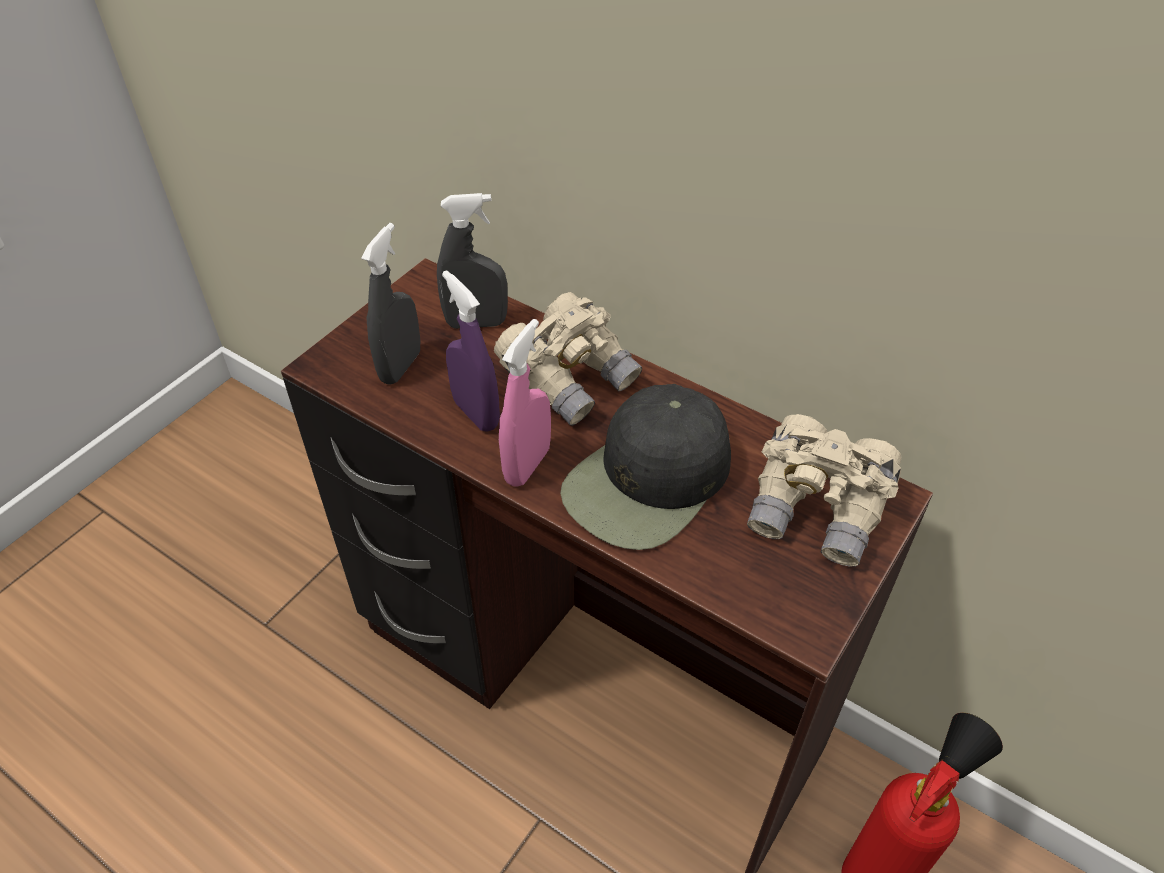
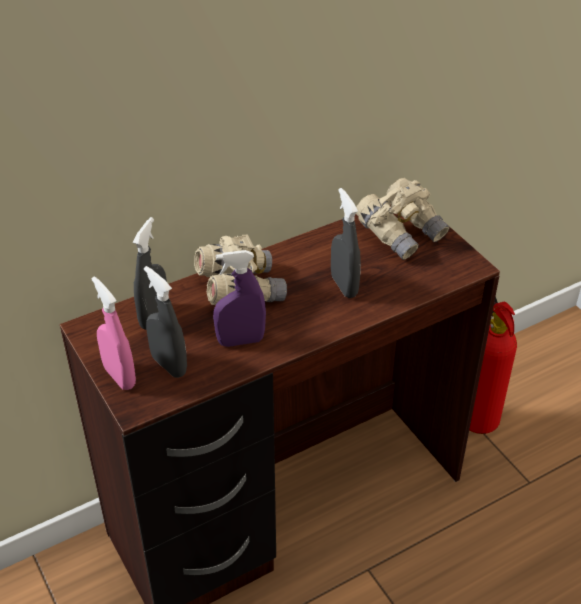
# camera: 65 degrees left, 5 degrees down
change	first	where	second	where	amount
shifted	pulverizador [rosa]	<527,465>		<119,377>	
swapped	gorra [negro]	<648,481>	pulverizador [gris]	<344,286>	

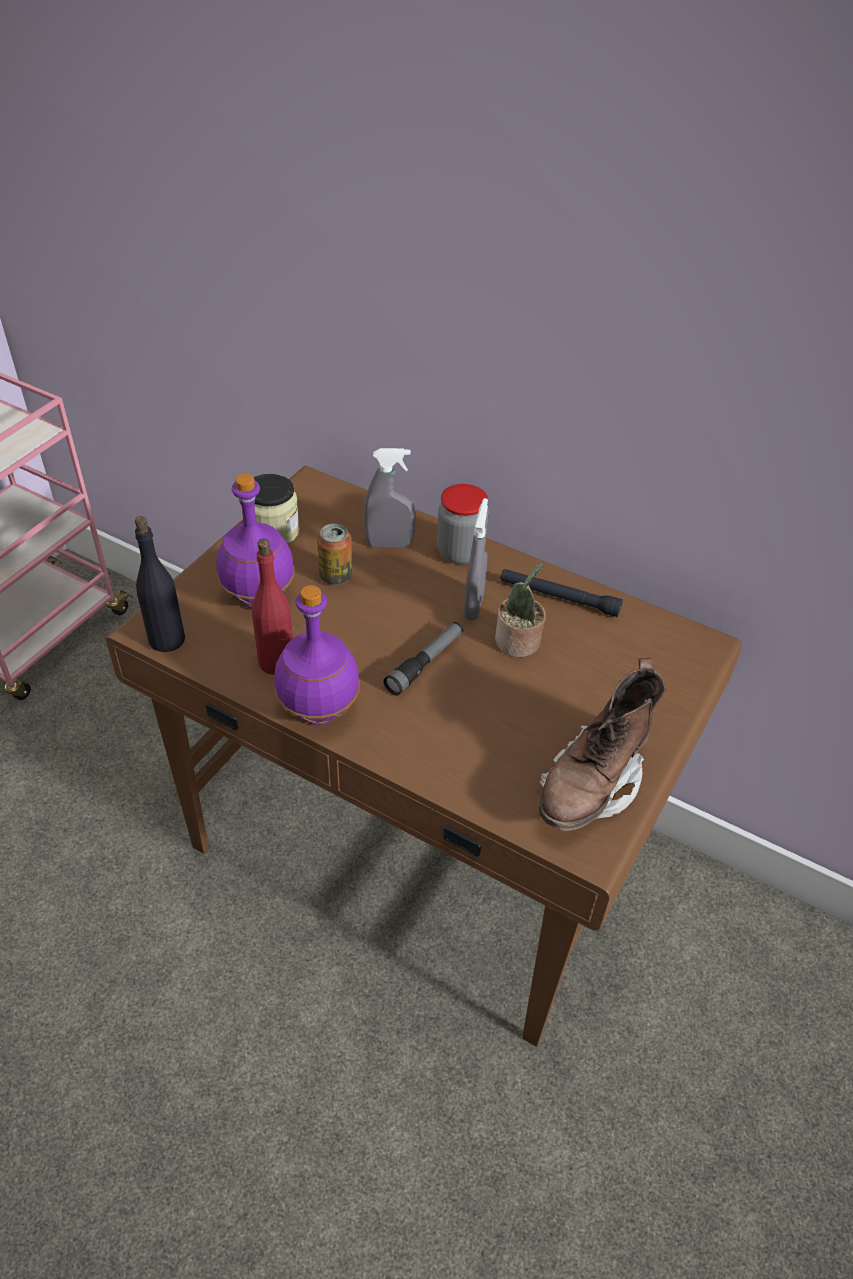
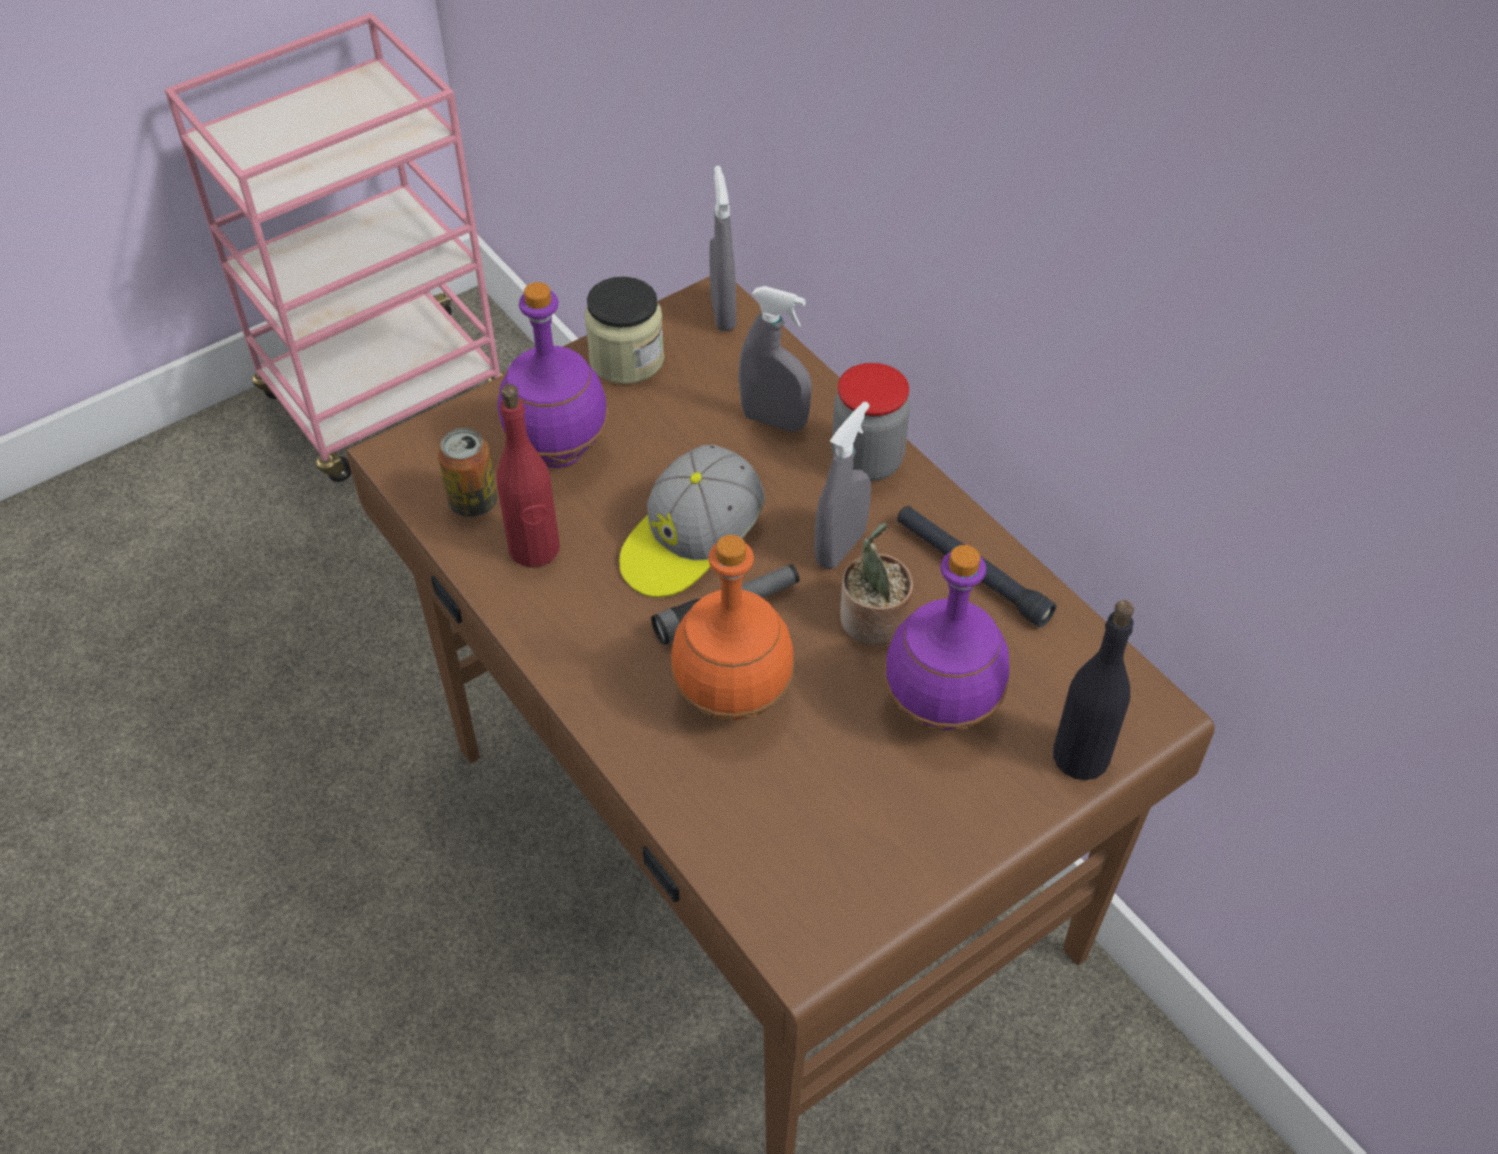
# camera: 25 degrees right, 5 degrees up
change	first	where	second	where	amount
shifted	botella [negro]	<166,639>		<1080,756>	
shifted	botella [morado]	<317,711>		<938,708>	
shifted	lata	<336,576>		<473,502>	
gone	bota [marrón]	<592,784>			
new			gorra	<691,542>	
new			botella [naranja]	<733,700>	
new			pulverizador [gris]	<723,313>	

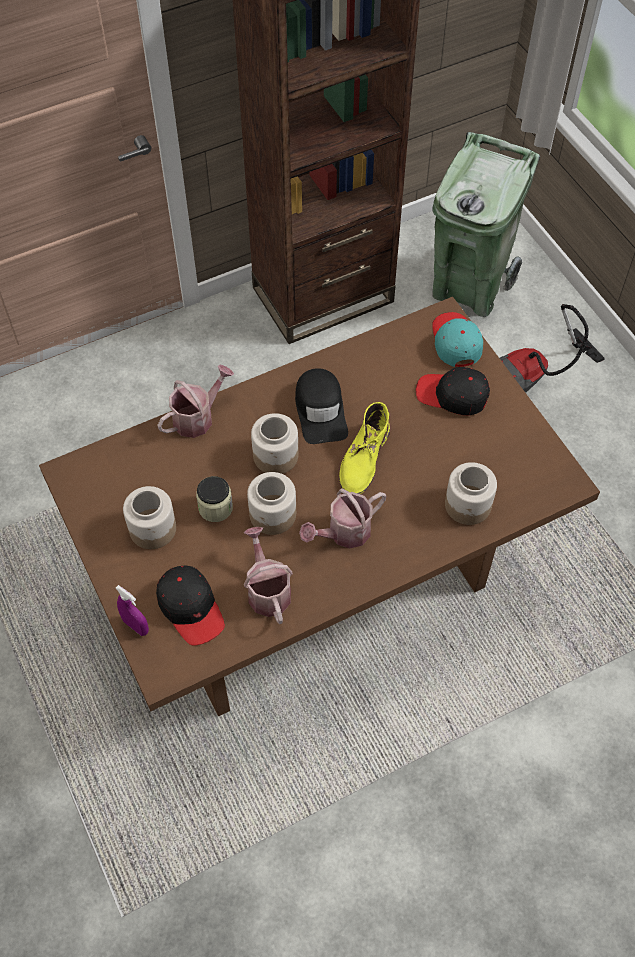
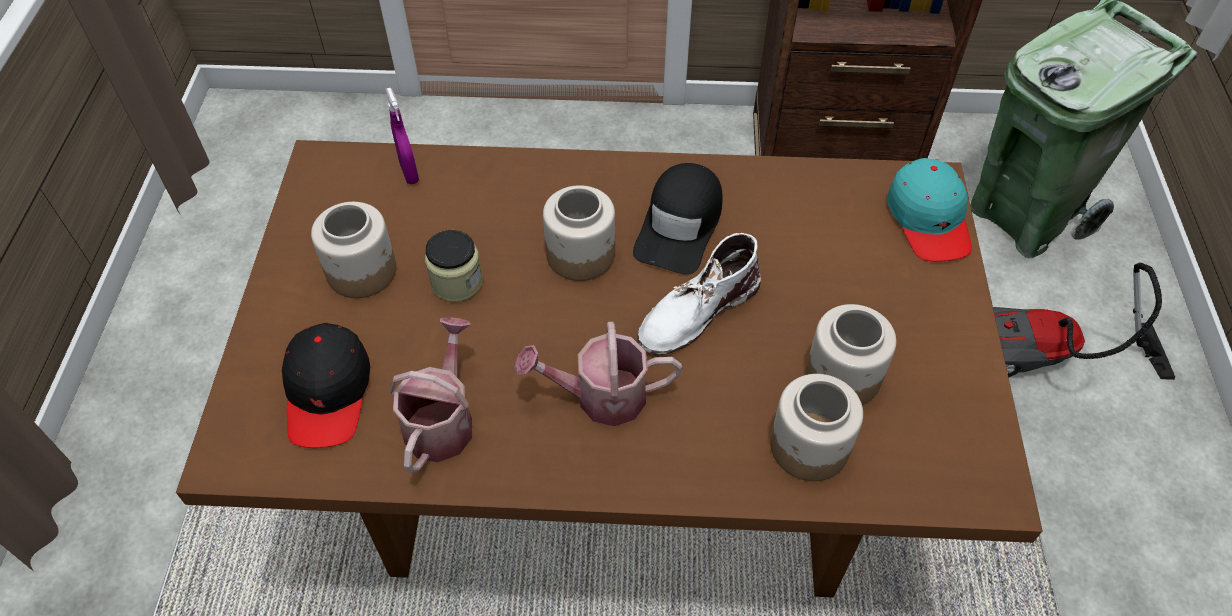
# camera: 30 degrees right, 5 degrees down
change	first	where	second	where	amount
shifted	pulverizador [morado]	<136,626>		<409,172>	
gone	regadera	<197,417>			
shifted	tarro	<273,515>		<842,376>	
repainted	bota [amarillo]	<364,458>	bota [blanco]	<697,312>	
gone	gorra [negro]	<452,395>			
rotated	gorra [turquesa]	<455,342>		<929,220>	150 degrees clockwise

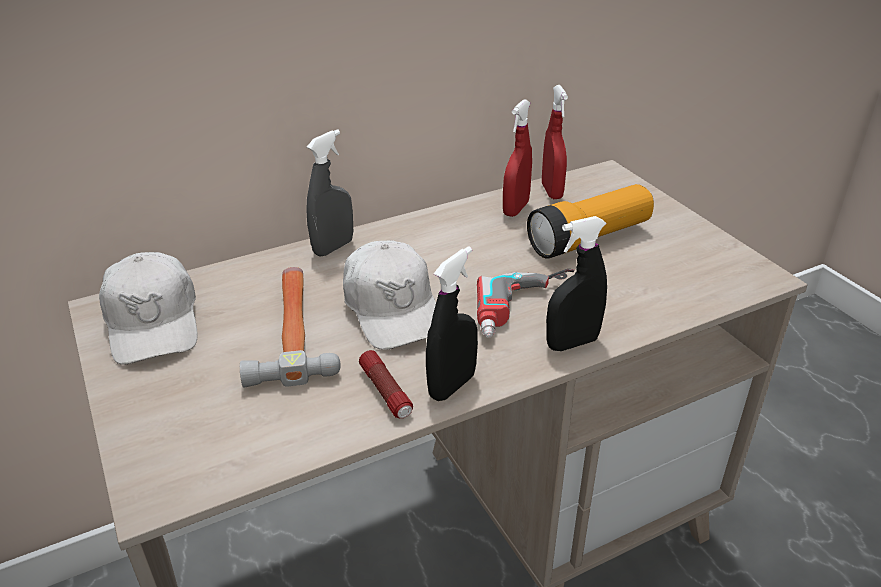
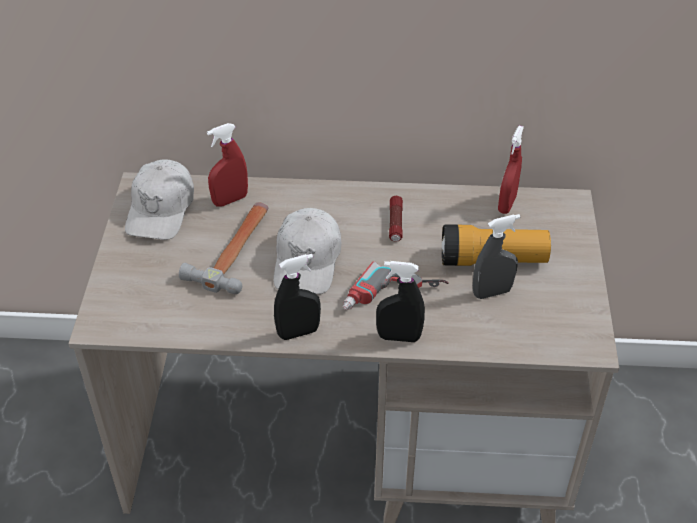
# camera: 30 degrees right, 10 degrees up
change	first	where	second	where	amount
shifted	pulverizador [gris]	<333,247>		<492,292>	
shifted	linterna	<386,392>		<395,223>	
shifted	pulverizador [rojo]	<516,209>		<230,200>	

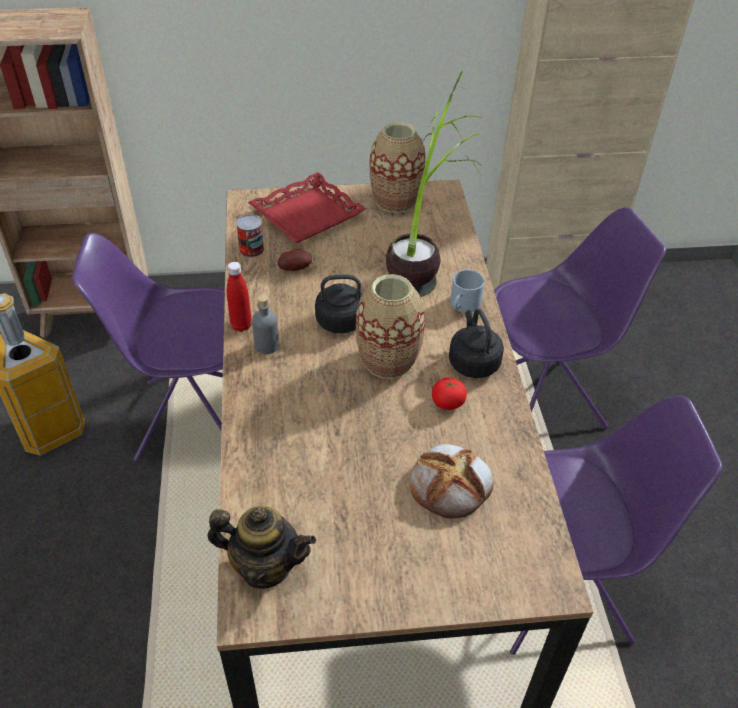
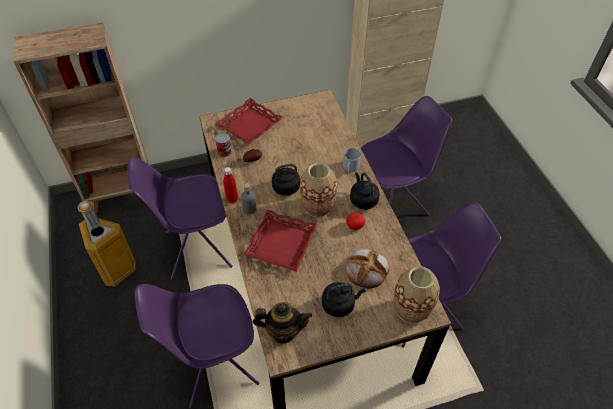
# camera: 10 degrees left, 5 degrees up
change	first	where	second	where	amount
shifted	florero	<395,201>		<411,309>	
gone	planta en maceta	<424,262>			
new			silla [morado]	<214,365>	
new			bandeja [rojo]	<281,243>	
new			hervidor [negro]	<340,304>	

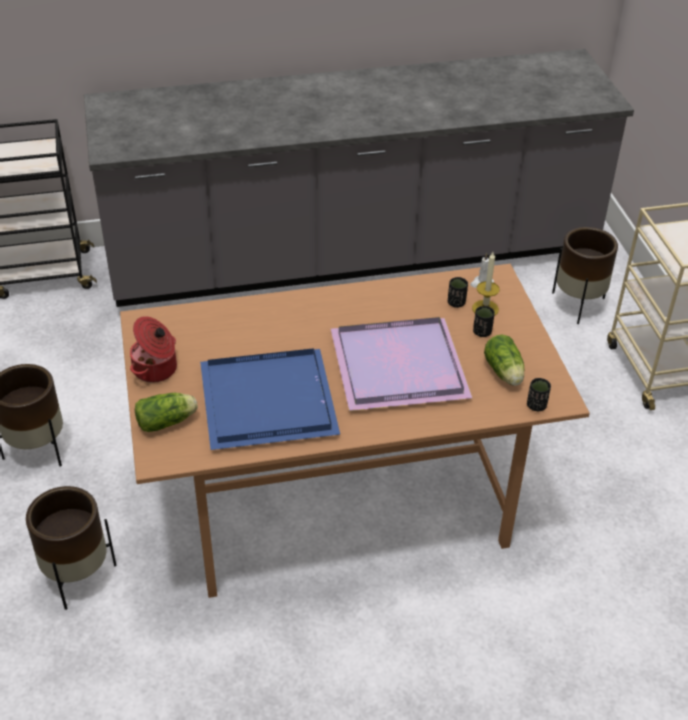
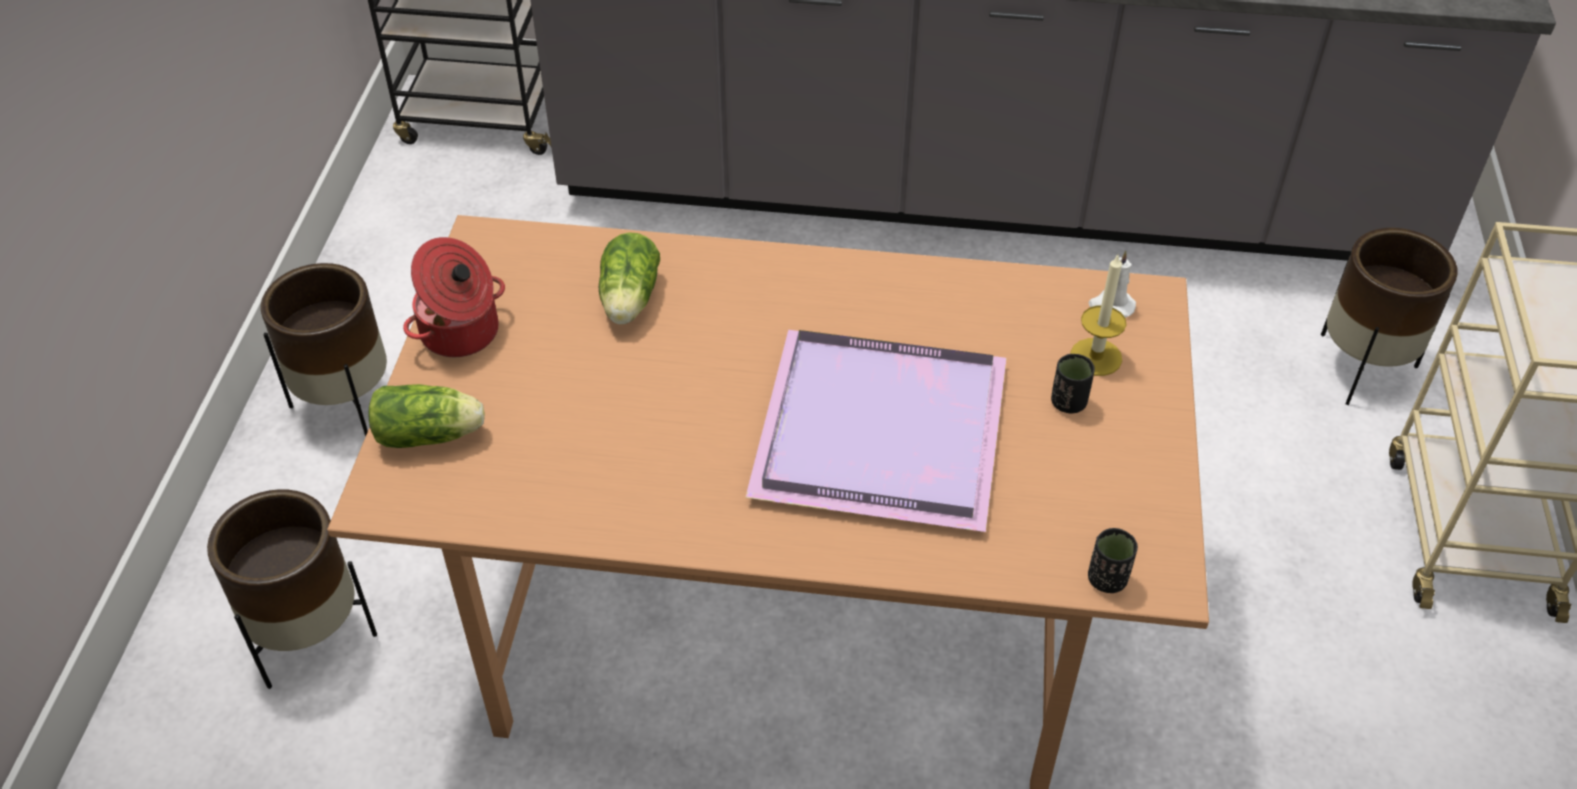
# camera: 20 degrees right, 5 degrees up
change	first	where	second	where	amount
gone	bandeja [azul]	<270,402>			
gone	taza [negro]	<456,303>			
shifted	lechuga	<504,373>		<628,301>	

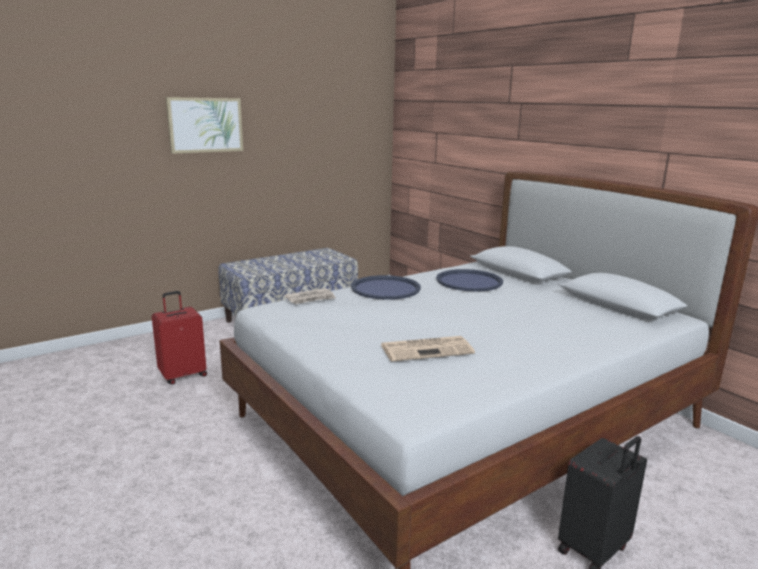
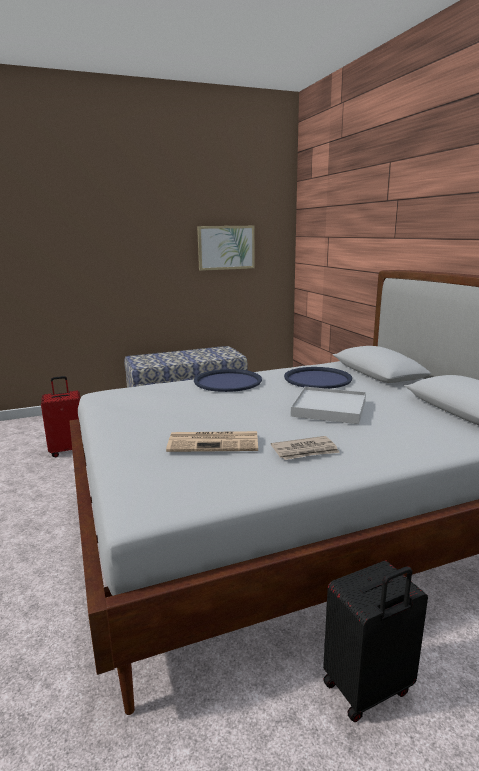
# camera: 15 degrees right, 0 degrees up
change	first	where	second	where	amount
shifted	cuadro	<205,125>		<226,247>	
shifted	periódico	<310,298>		<305,451>	
new			bandeja [blanco]	<329,408>	

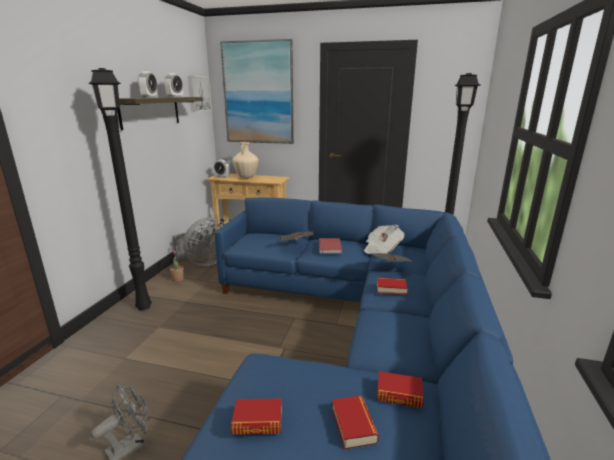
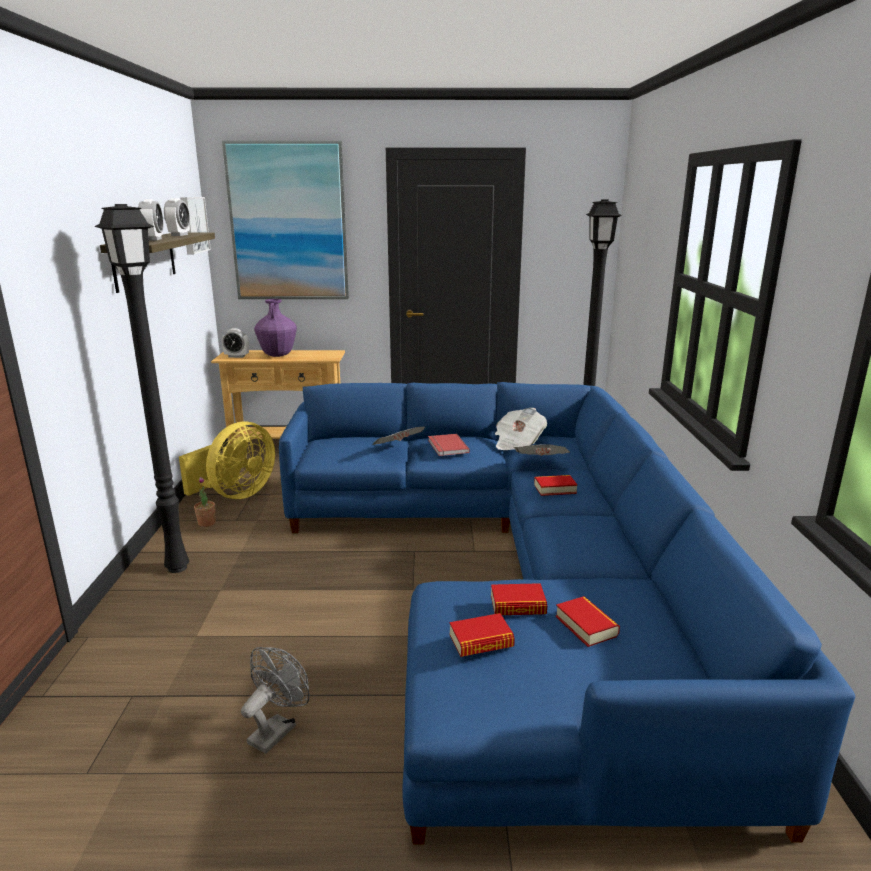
# camera: 15 degrees left, 0 degrees up
change	first	where	second	where	amount
repainted	ventilador [gris]	<205,263>	ventilador [amarillo]	<236,494>	
repainted	florero [beis]	<246,177>	florero [morado]	<278,355>	
shifted	libro	<399,394>		<518,605>	

